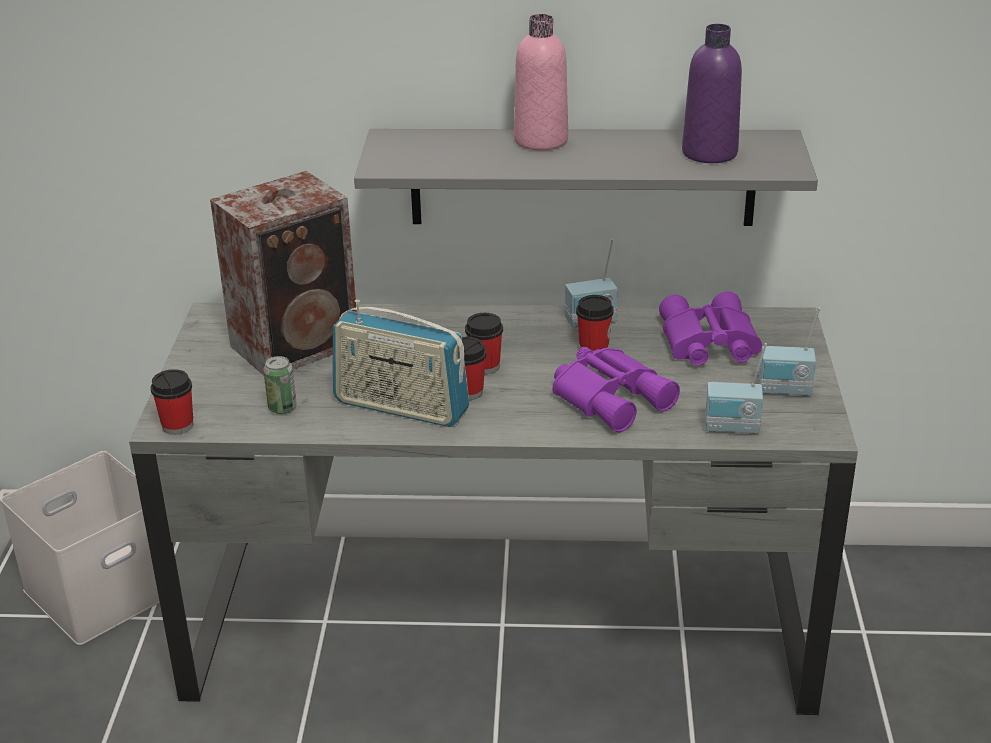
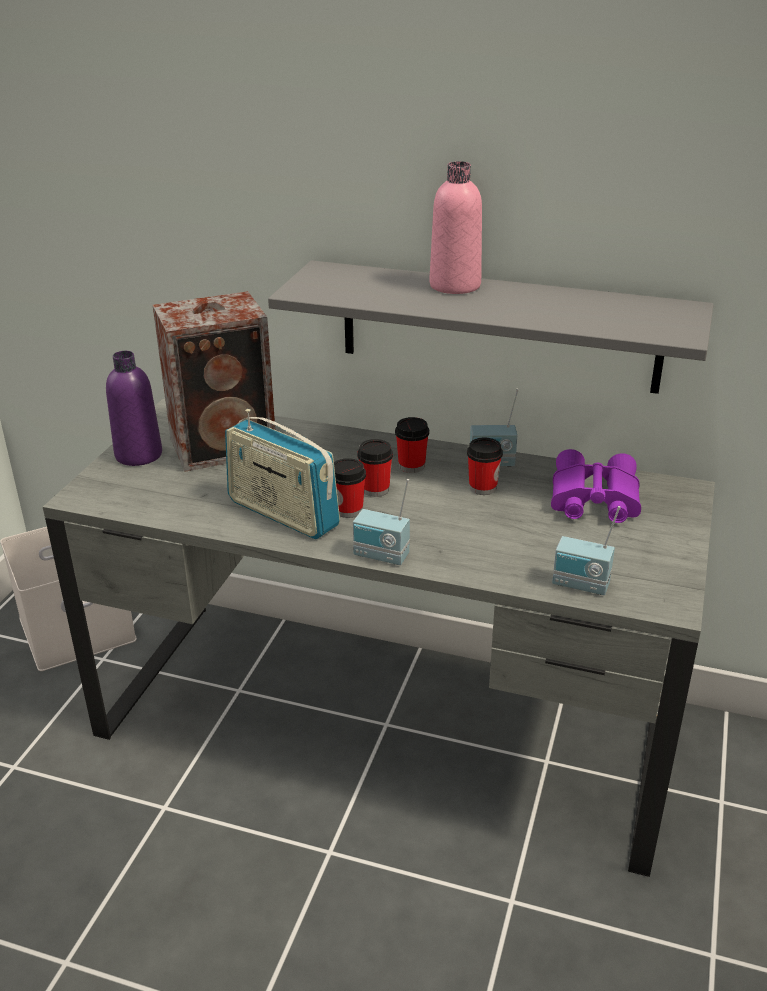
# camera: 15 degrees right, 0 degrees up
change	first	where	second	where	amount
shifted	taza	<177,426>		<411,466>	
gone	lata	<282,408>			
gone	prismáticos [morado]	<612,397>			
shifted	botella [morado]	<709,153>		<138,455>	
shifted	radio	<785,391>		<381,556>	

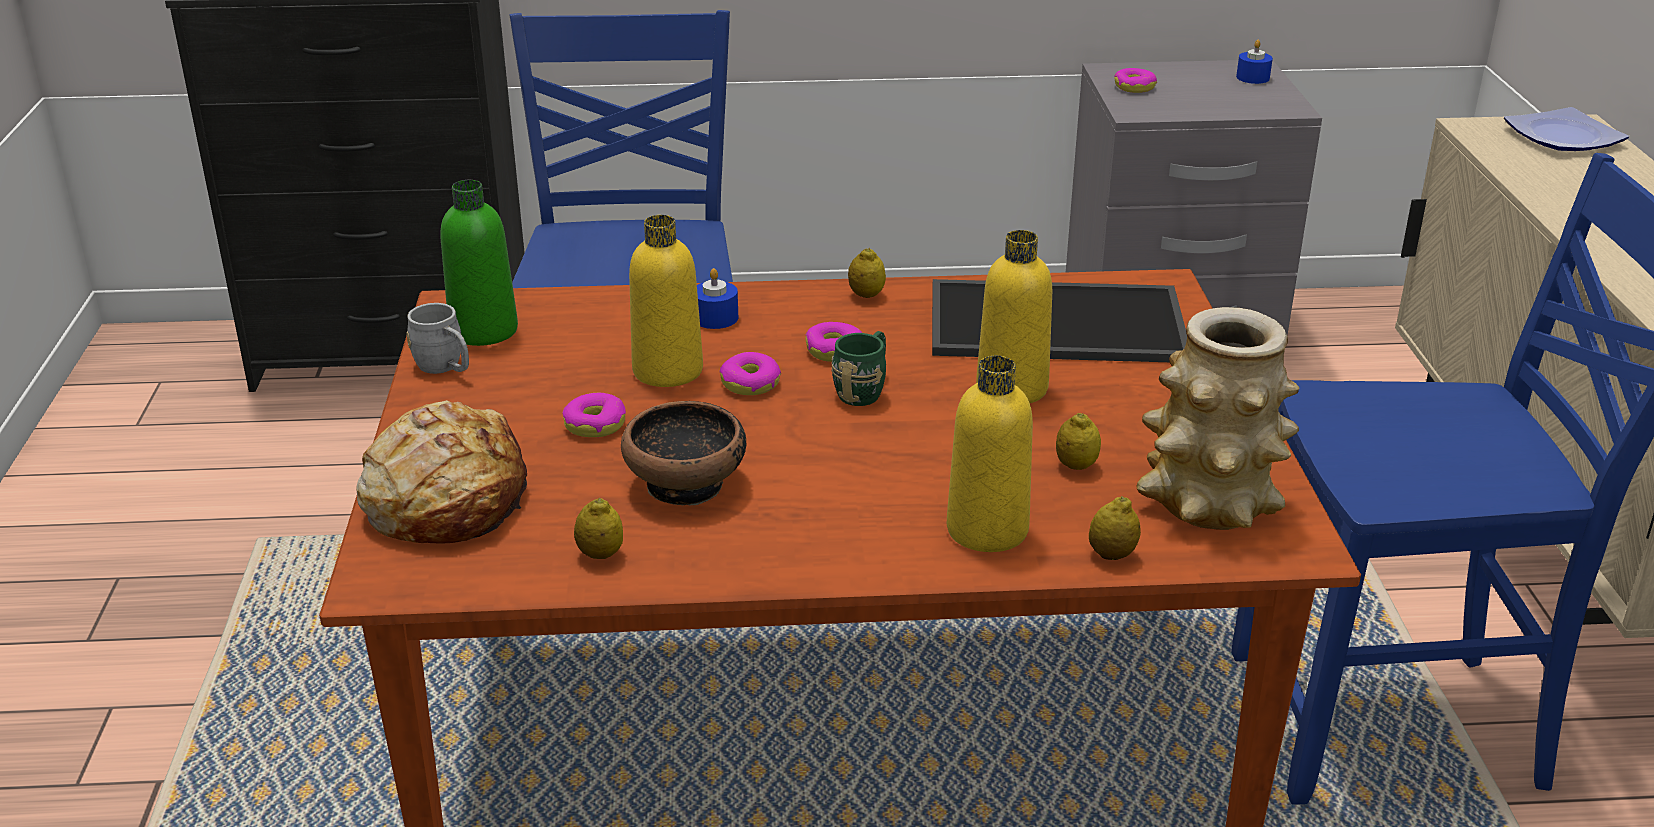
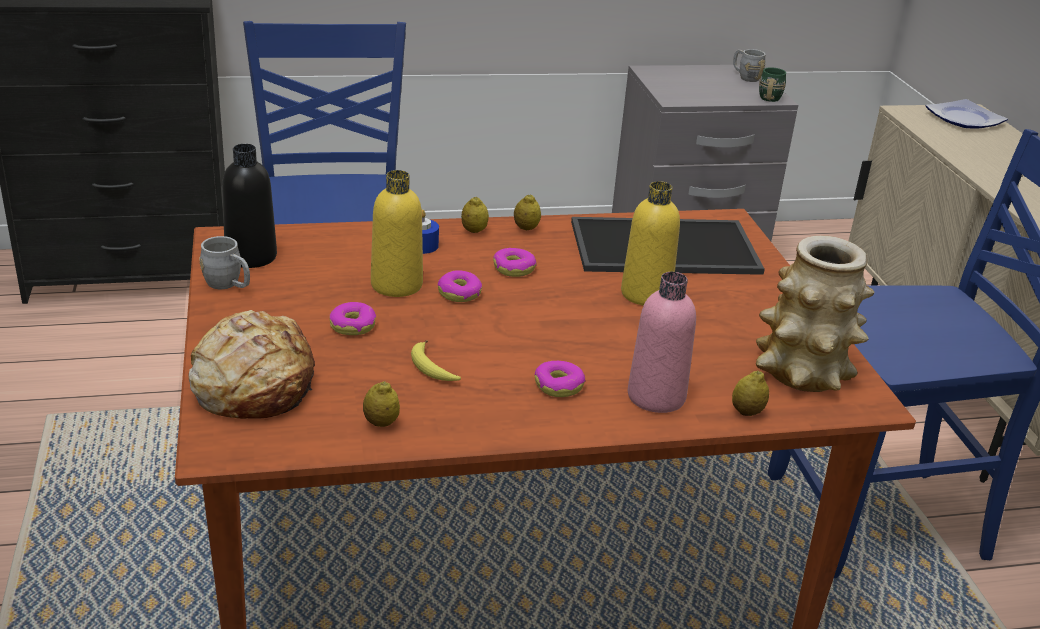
# camera: 10 degrees left, 0 degrees up
change	first	where	second	where	amount
repainted	botella [verde]	<484,331>	botella [negro]	<251,257>	
swapped	cuenco	<687,484>	plátano	<432,369>	
shifted	taza grande [verde]	<864,390>		<770,96>	
repainted	botella [amarillo]	<987,530>	botella [rosa]	<656,396>	
shifted	limón	<1076,465>		<474,231>	
shifted	rosquilla	<1134,87>		<559,386>	
swapped	vela [azul]	<1252,77>	taza grande [gris]	<745,77>	

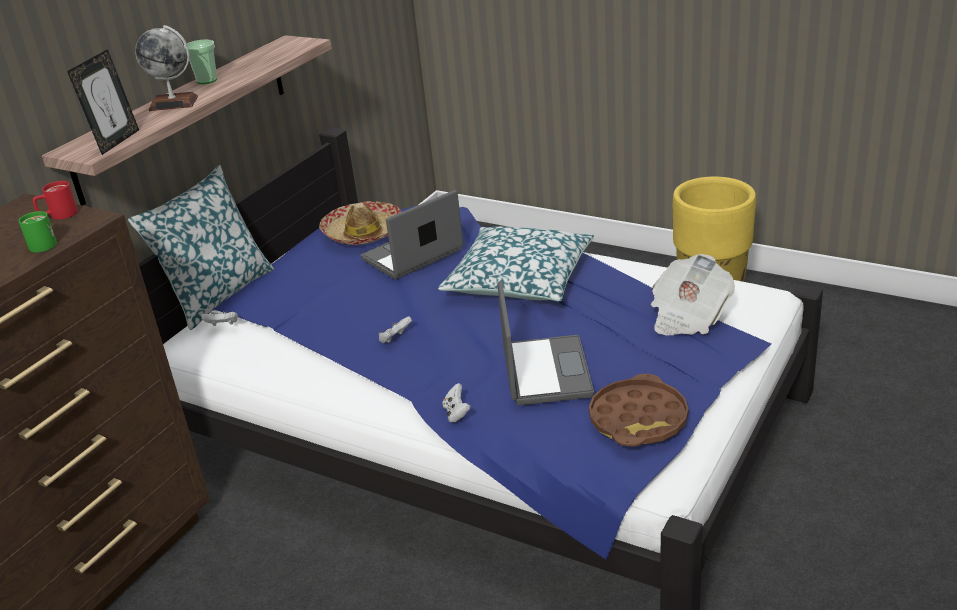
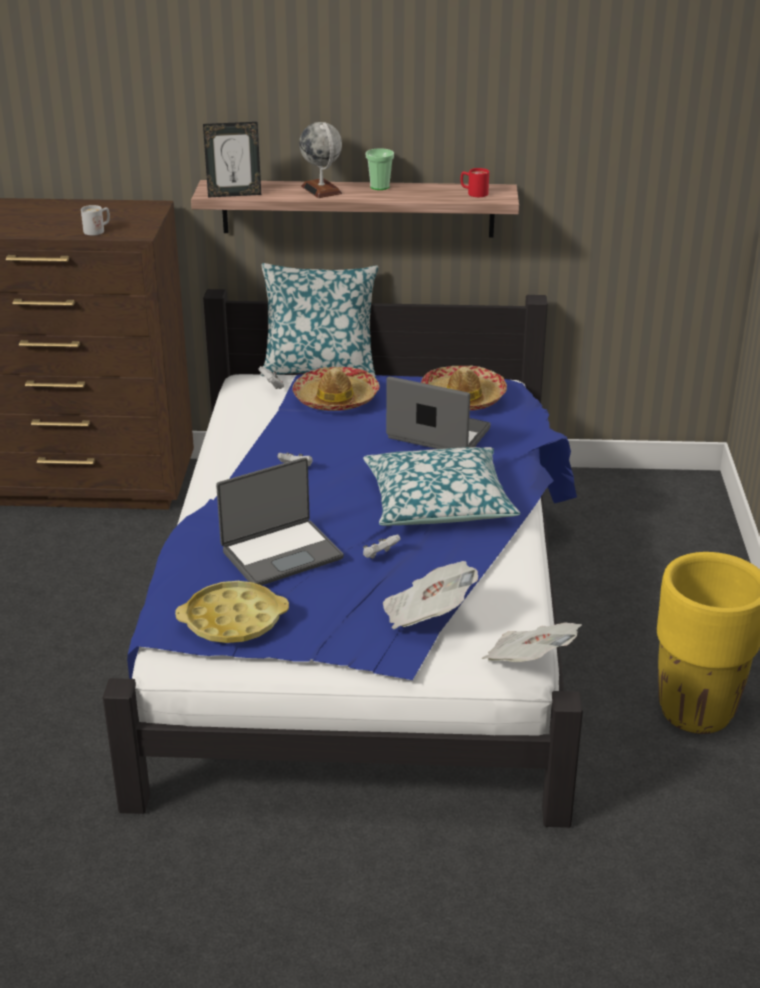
# camera: 60 degrees right, 0 degrees up
change	first	where	second	where	amount
repainted	taza grande [verde]	<43,243>	taza grande [blanco]	<98,230>	
shifted	taza grande [rojo]	<58,215>		<473,193>	
shifted	mando de consola [blanco]	<456,413>		<380,555>	
repainted	bandeja [marrón]	<638,419>	bandeja [amarillo]	<233,620>	
new			sombrero	<336,399>	
new			periódico	<529,662>	

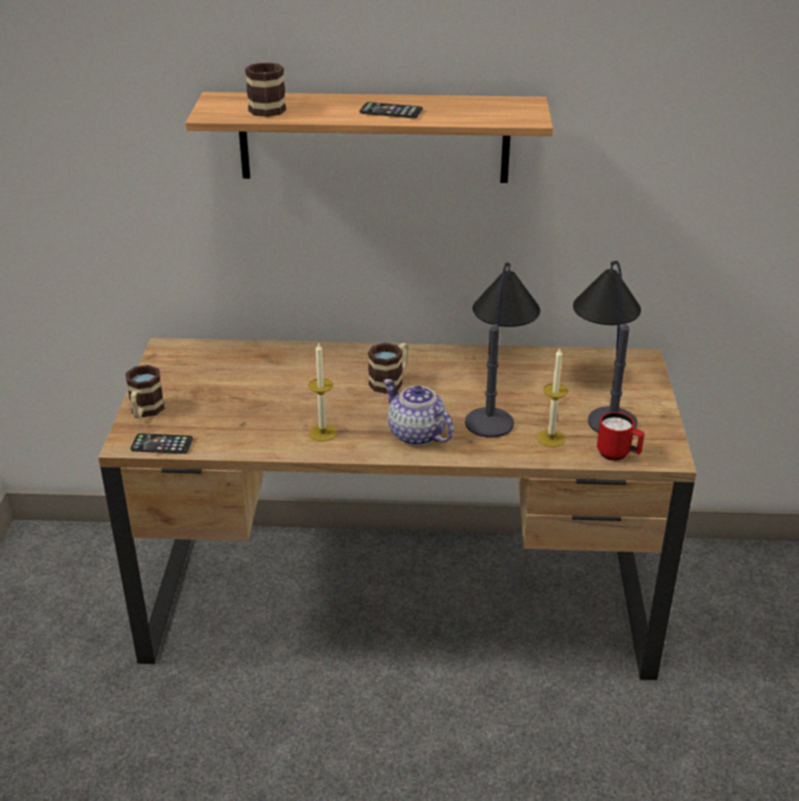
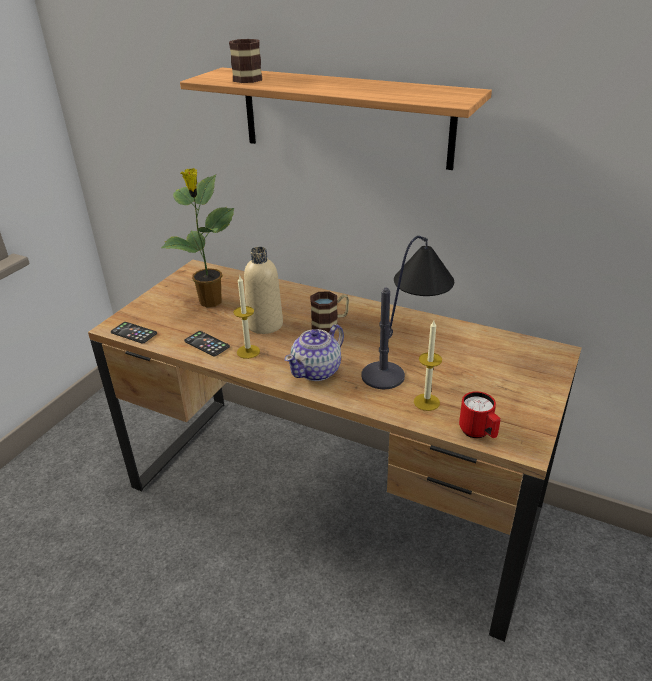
# camera: 25 degrees right, 0 degrees up
change	first	where	second	where	amount
gone	taza grande	<145,411>			
shifted	móvil	<391,111>		<207,344>	
rotated	tetera	<417,435>		<317,371>	120 degrees counterclockwise
gone	lámpara de mesa	<602,394>			
new			planta en maceta	<210,302>	
new			botella [beis]	<265,325>	

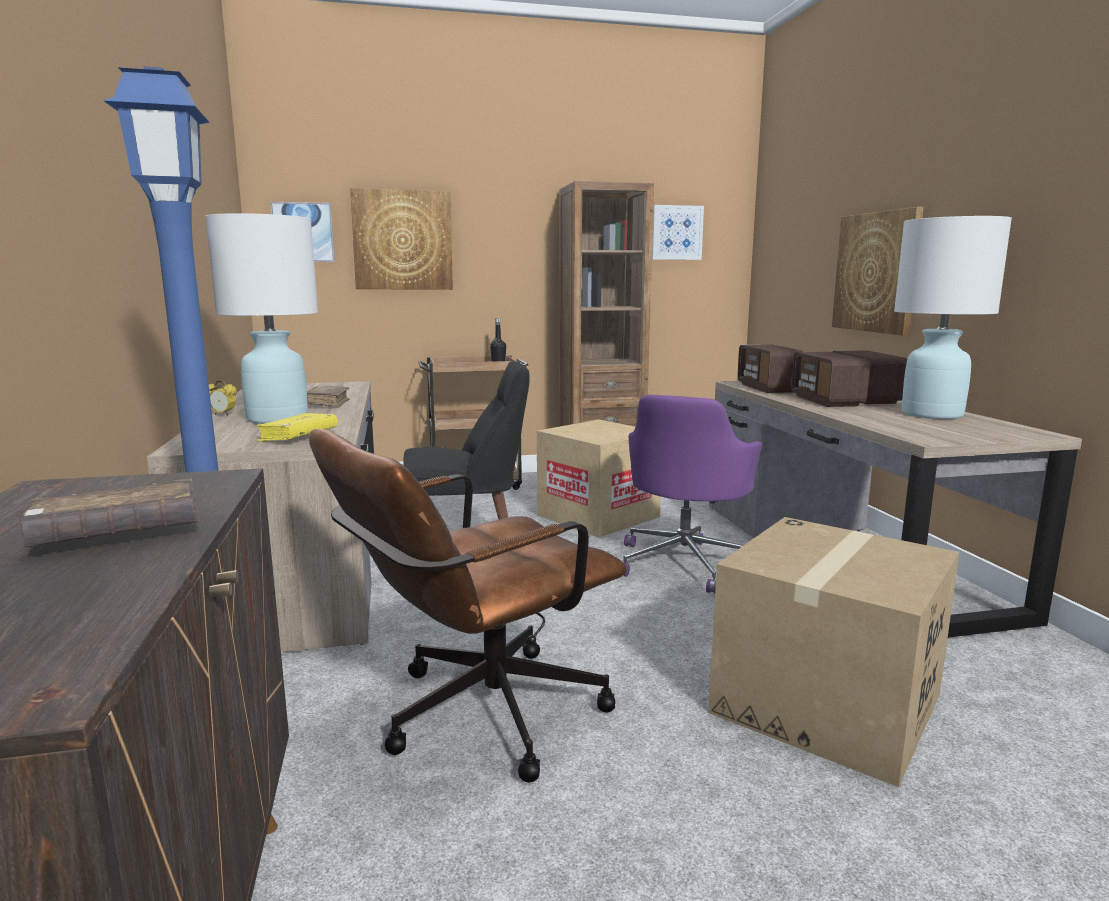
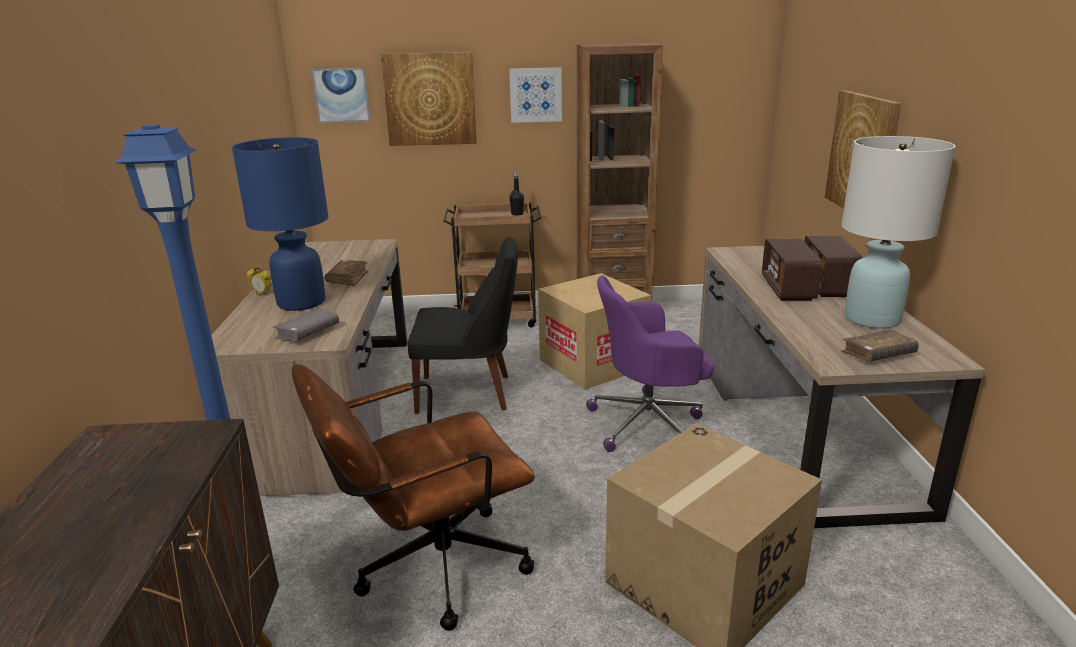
# camera: 10 degrees right, 10 degrees up
change	first	where	second	where	amount
shifted	libro [marrón]	<118,534>		<878,354>	
repainted	lámpara de mesa [blanco]	<277,418>	lámpara de mesa [azul]	<301,302>	
repainted	libro [amarillo]	<298,437>	libro [gris]	<308,333>	
rotated	silla de oficina [morado]	<685,562>		<649,424>	45 degrees clockwise
shifted	cuadro	<676,232>		<535,95>	
gone	radio	<767,388>			

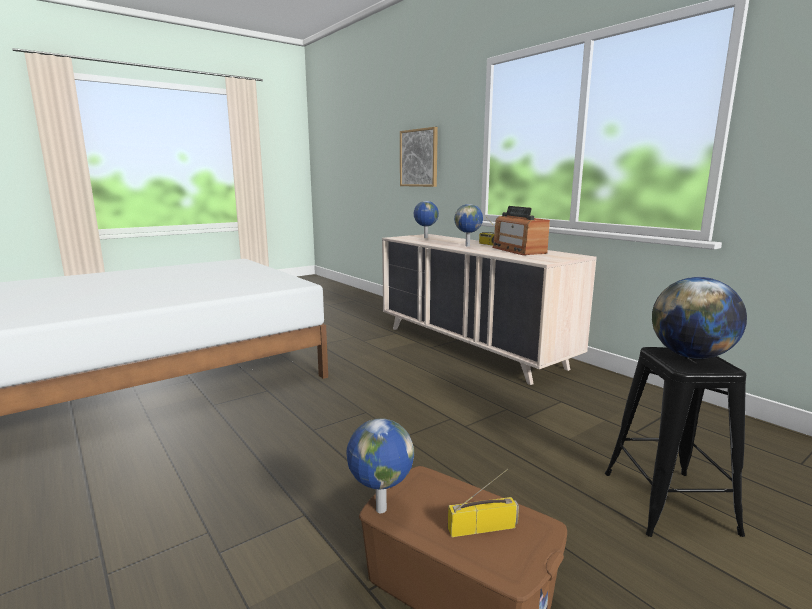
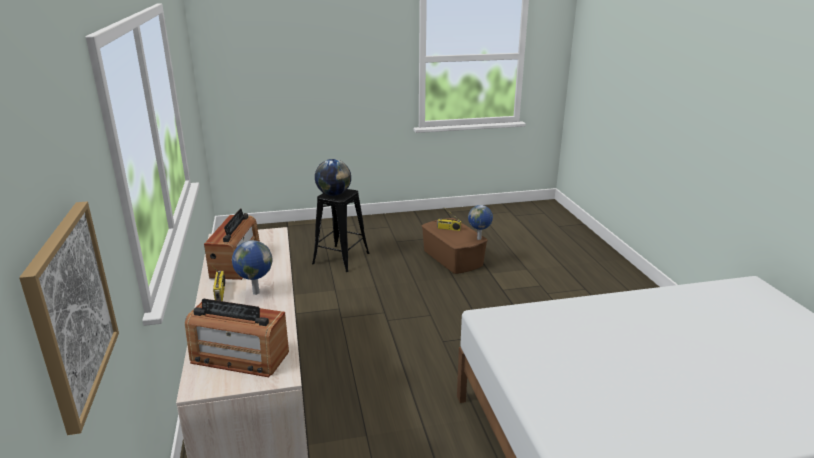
# camera: 155 degrees left, 10 degrees up
change	first	where	second	where	amount
swapped	globo terráqueo	<425,238>	radio	<239,357>	

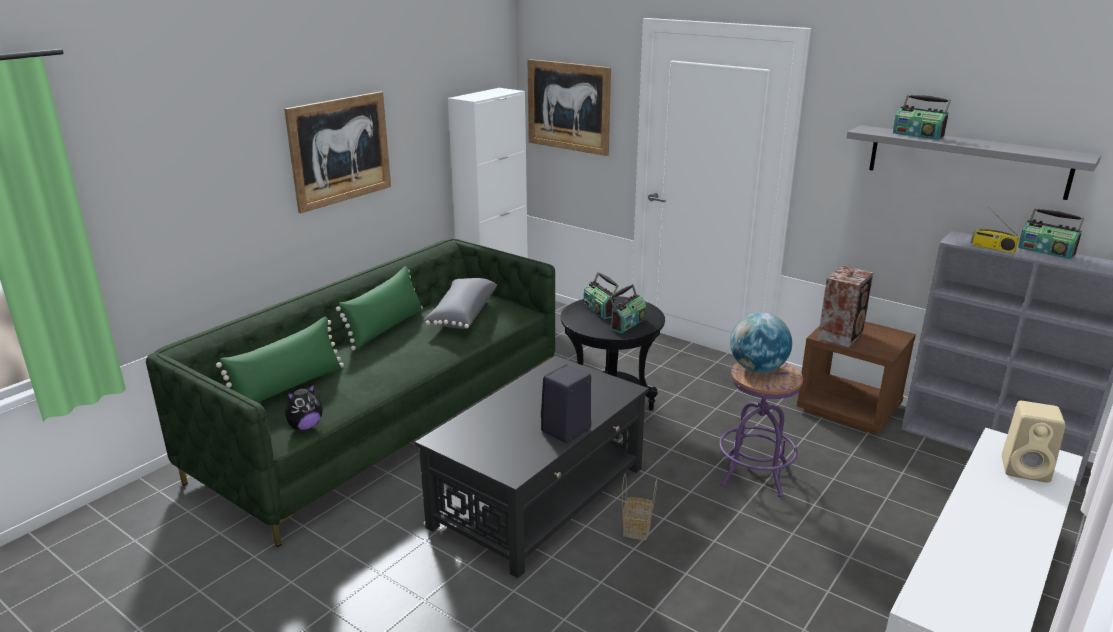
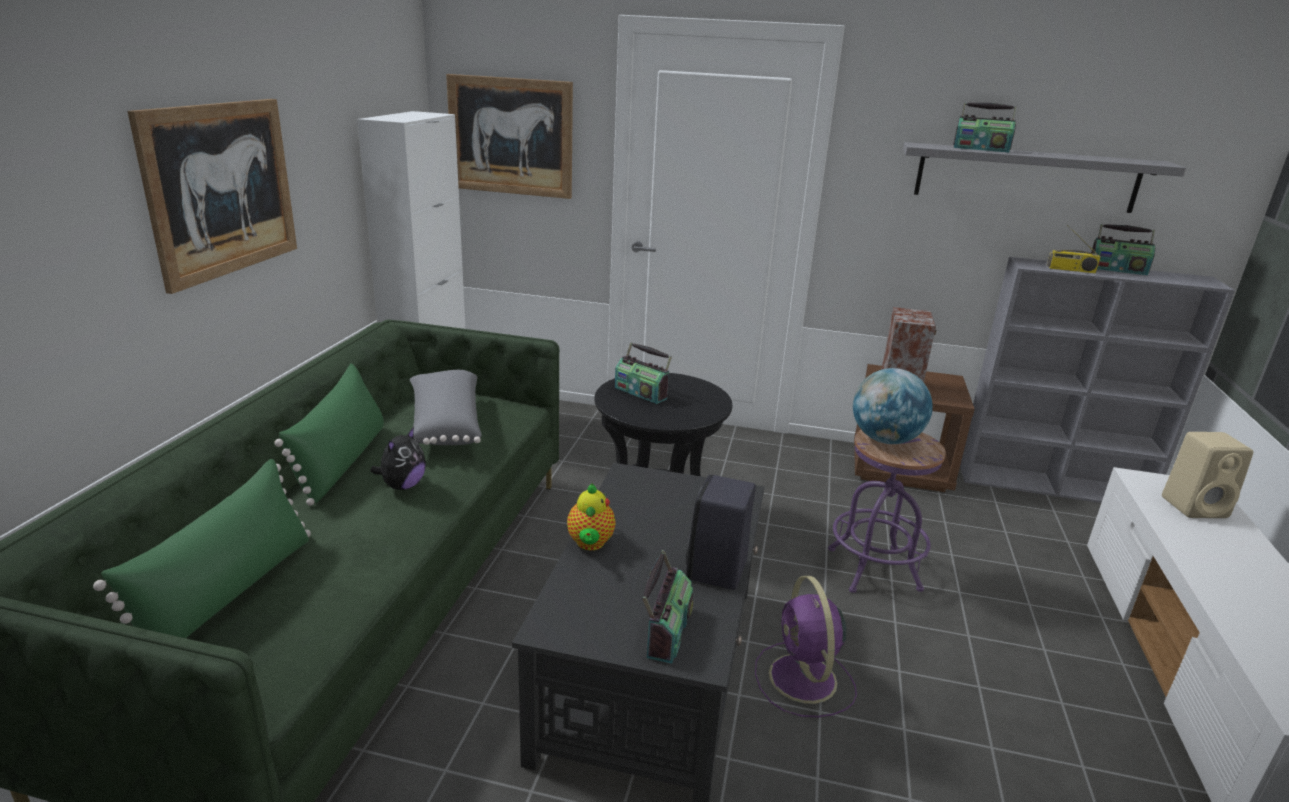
# camera: 25 degrees left, 0 degrees up
change	first	where	second	where	amount
shifted	peluche	<305,426>		<402,486>	
shifted	radio	<627,323>		<666,631>	
swapped	cesta	<637,529>	ventilador [morado]	<803,680>	
new			tetera	<590,544>	

